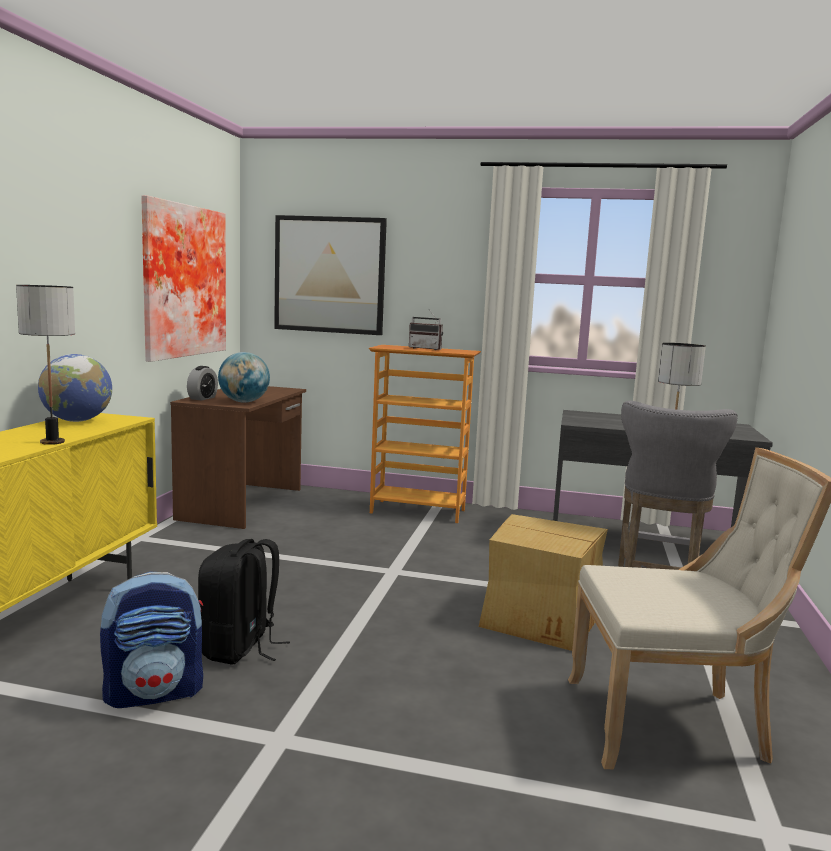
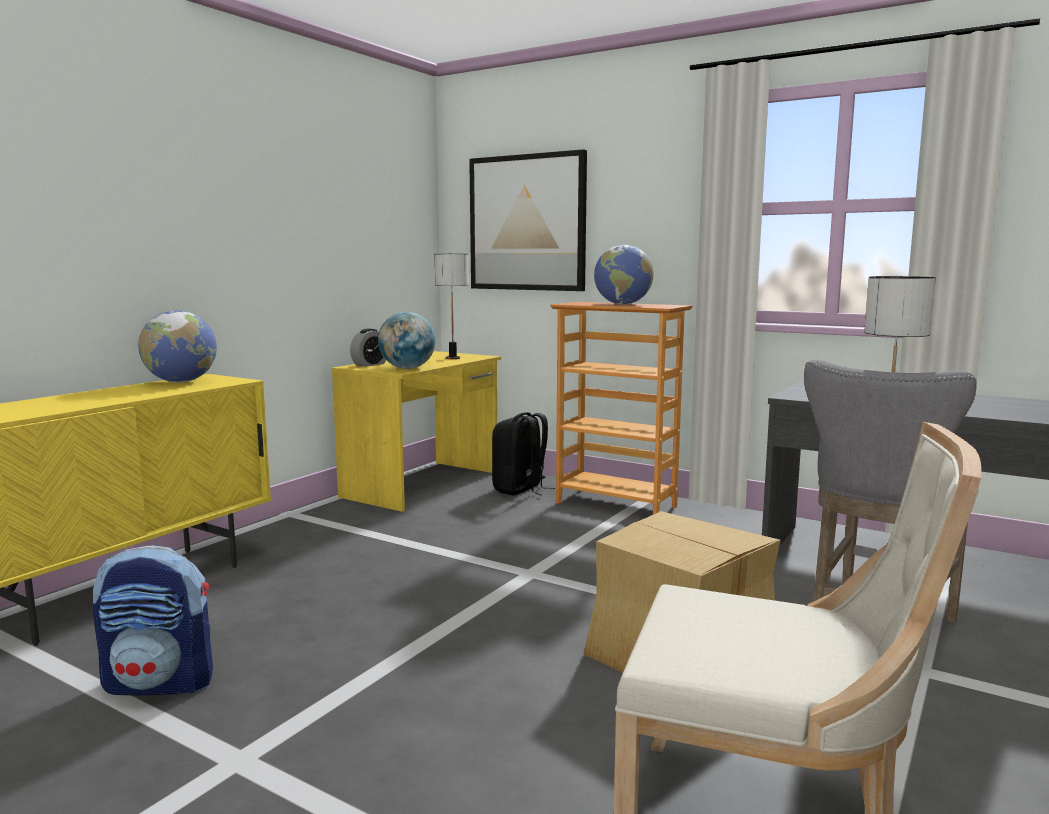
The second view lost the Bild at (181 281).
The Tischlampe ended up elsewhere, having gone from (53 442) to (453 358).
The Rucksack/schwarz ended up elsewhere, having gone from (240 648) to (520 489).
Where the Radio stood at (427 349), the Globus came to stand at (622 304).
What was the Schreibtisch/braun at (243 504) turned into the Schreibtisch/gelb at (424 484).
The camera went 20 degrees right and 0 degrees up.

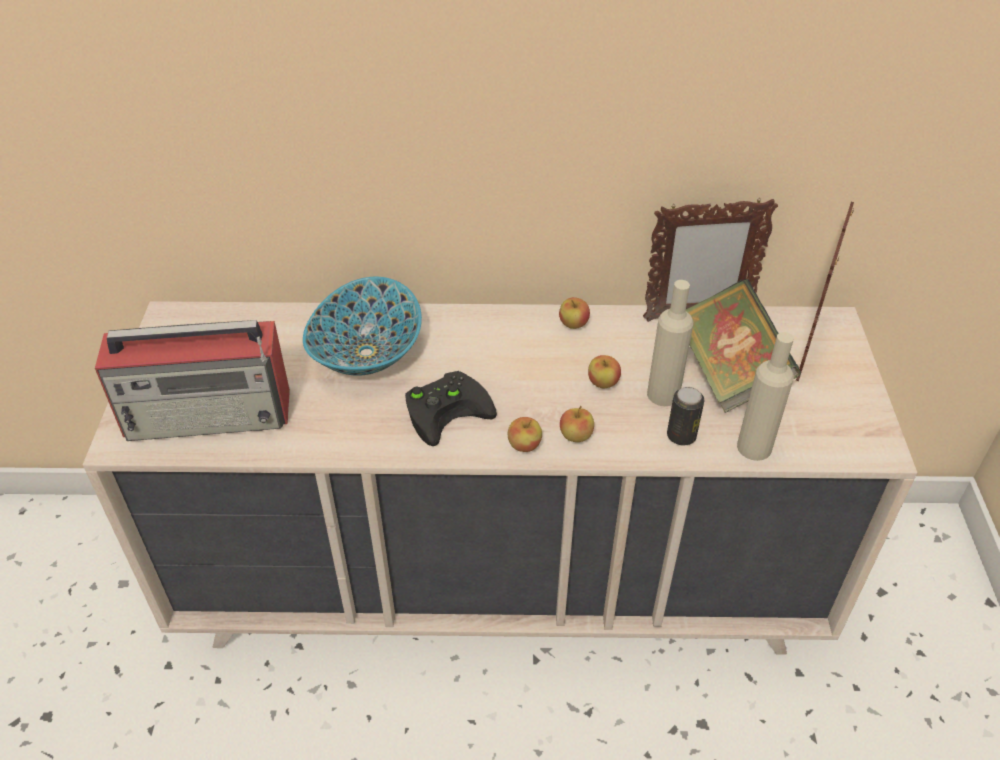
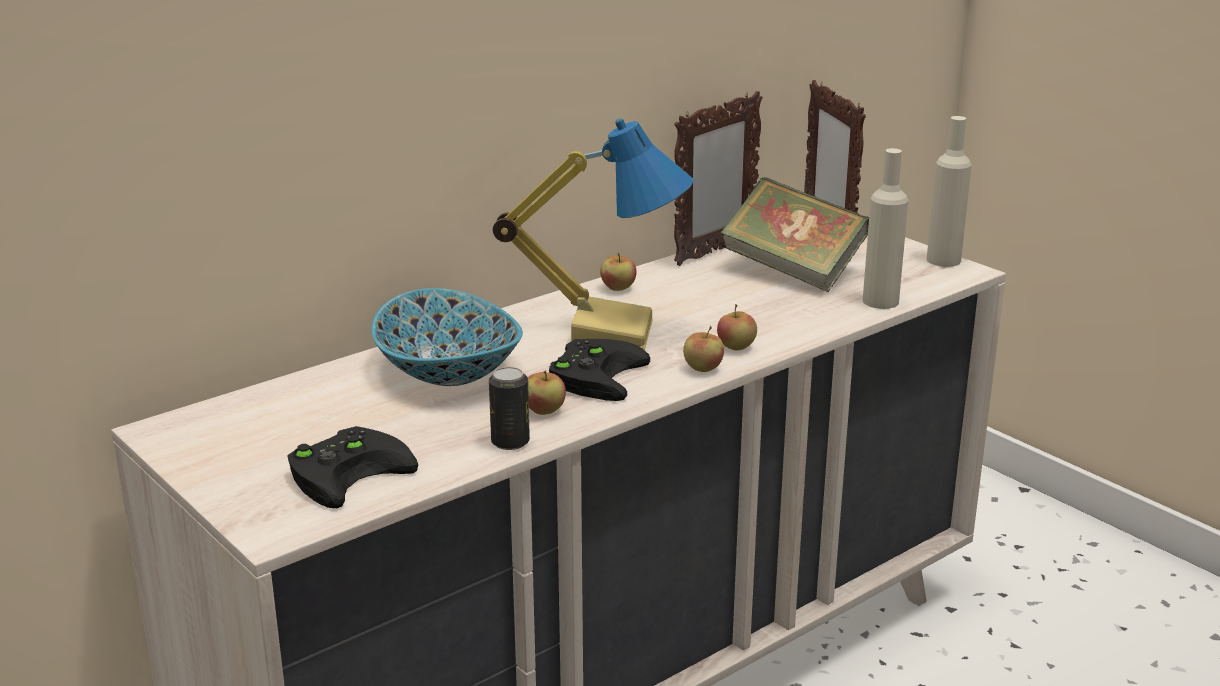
The second view gained the Tischlampe at (611 330).
The Apfel ended up elsewhere, having gone from (603 383) to (544 411).
The Flasche/beige ended up elsewhere, having gone from (663 394) to (943 260).
The Dose ended up elsewhere, having gone from (681 436) to (510 442).
Where the Radio stood at (210 414), the Gamepad/schwarz came to stand at (349 471).
The camera went 40 degrees left and 20 degrees down.

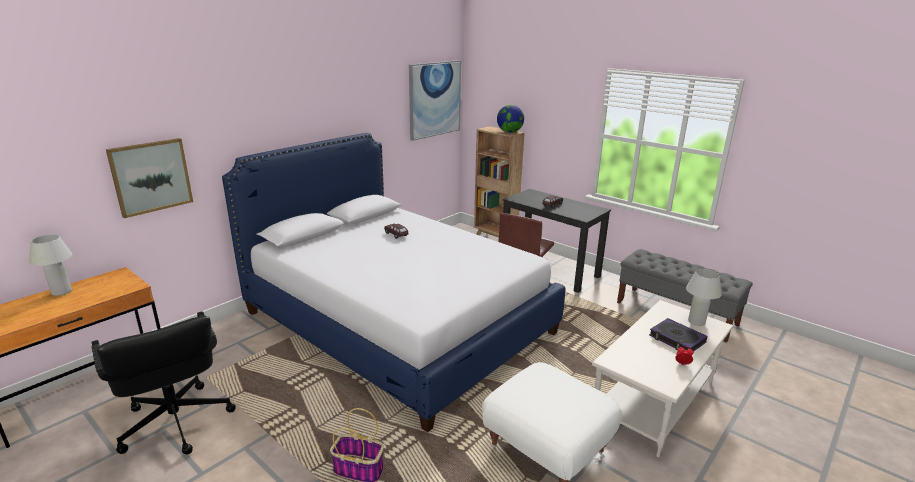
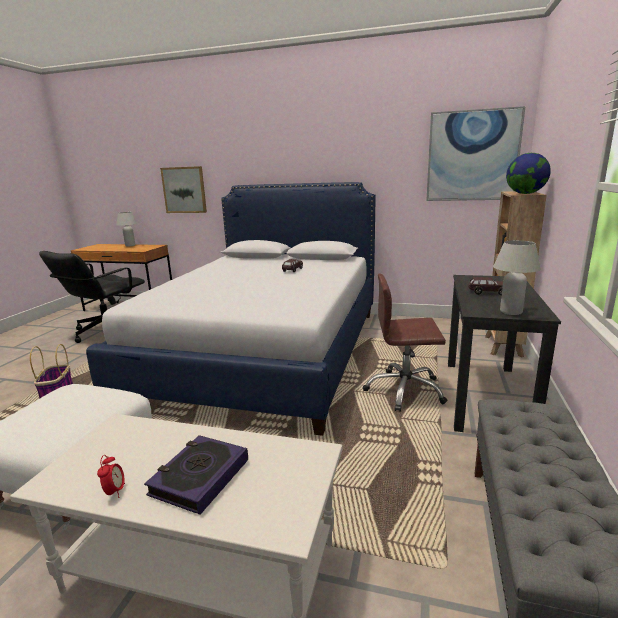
The Tischlampe/weiß ended up elsewhere, having gone from (696 322) to (511 312).
The camera went 65 degrees right and 5 degrees down.

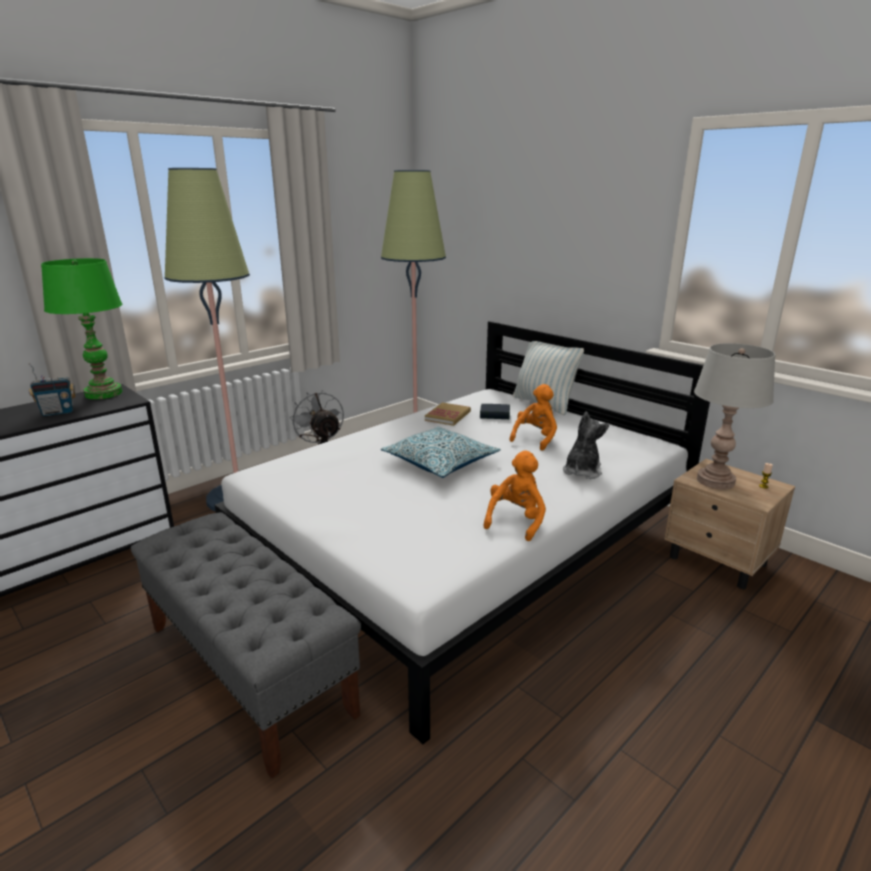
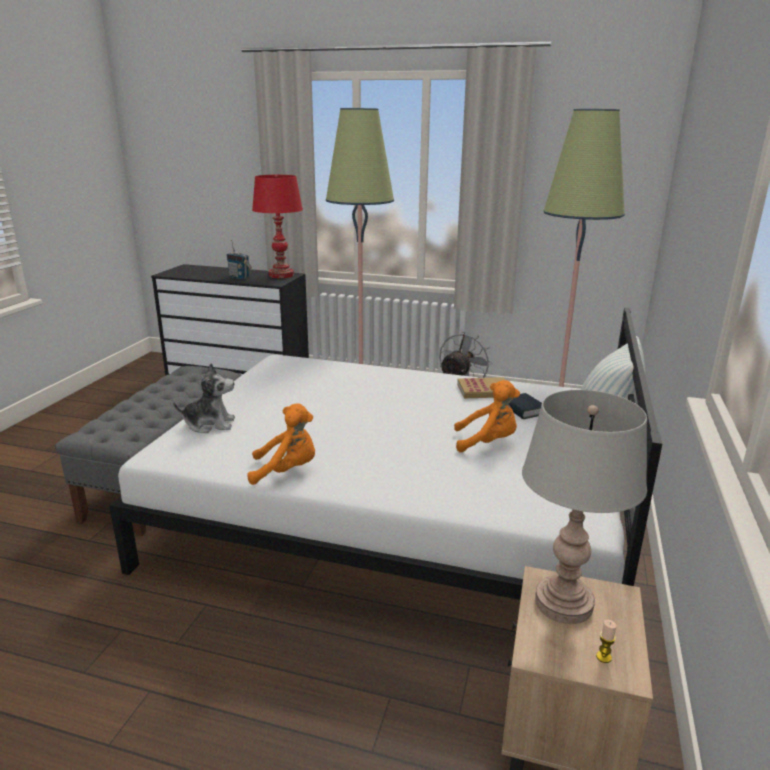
The second view lost the Kissen at (440 462).
The Plüschtier ended up elsewhere, having gone from (582 471) to (210 424).
What was the Tischlampe/grün at (103 393) turned into the Tischlampe/rot at (281 275).
The camera went 60 degrees right and 0 degrees up.

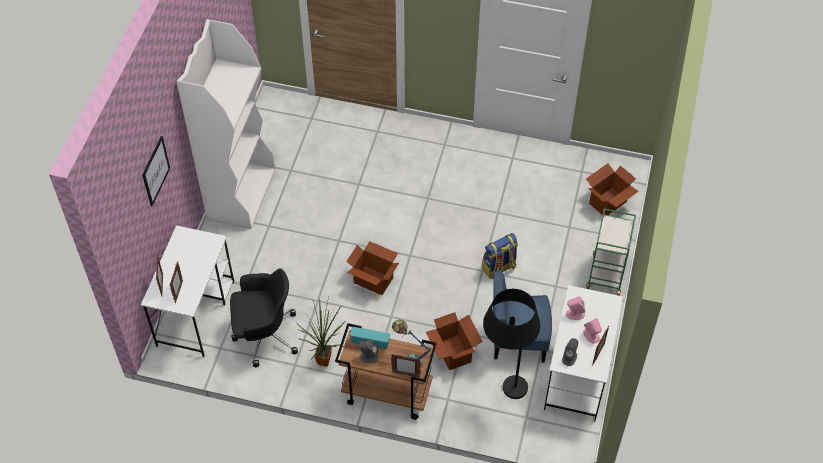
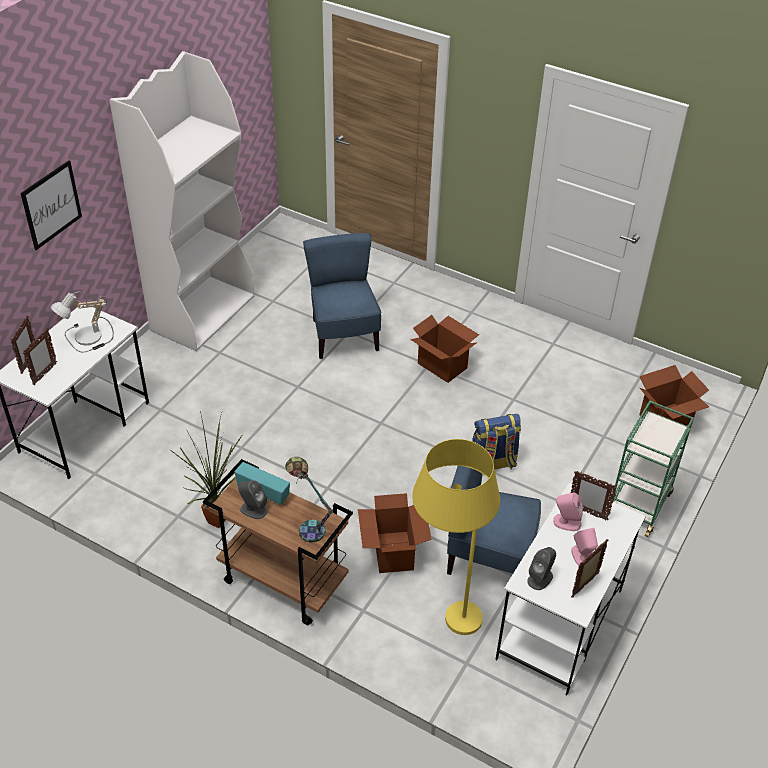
The second view lost the Bürostuhl/schwarz at (264 335).
The second view gained the Tischlampe at (87 338).
The second view gained the Stuhl/blau at (343 335).
The Karton ended up elsewhere, having gone from (373 280) to (442 365).
The Bilderrahmen ended up elsewhere, having gone from (405 374) to (587 512).
What was the Stehlampe/schwarz at (503 394) turned into the Stehlampe/gelb at (443 623).
The camera went 15 degrees right and 10 degrees down.

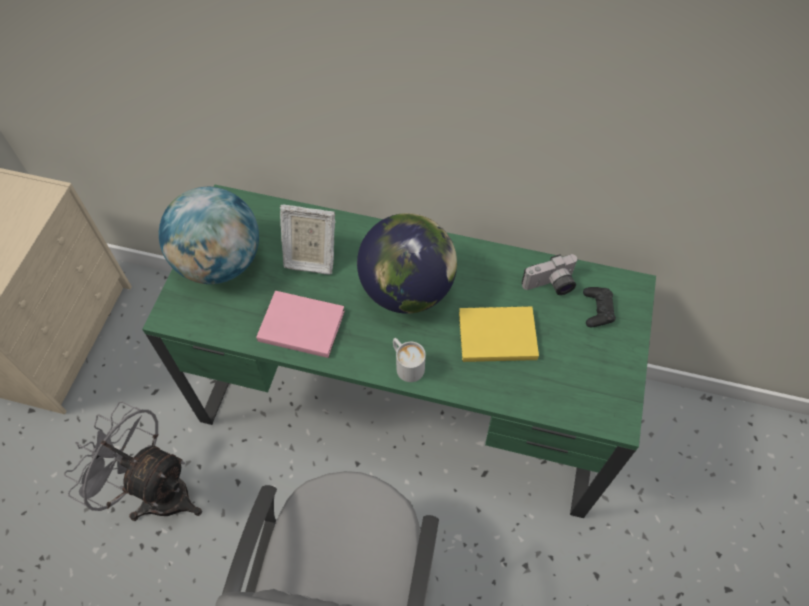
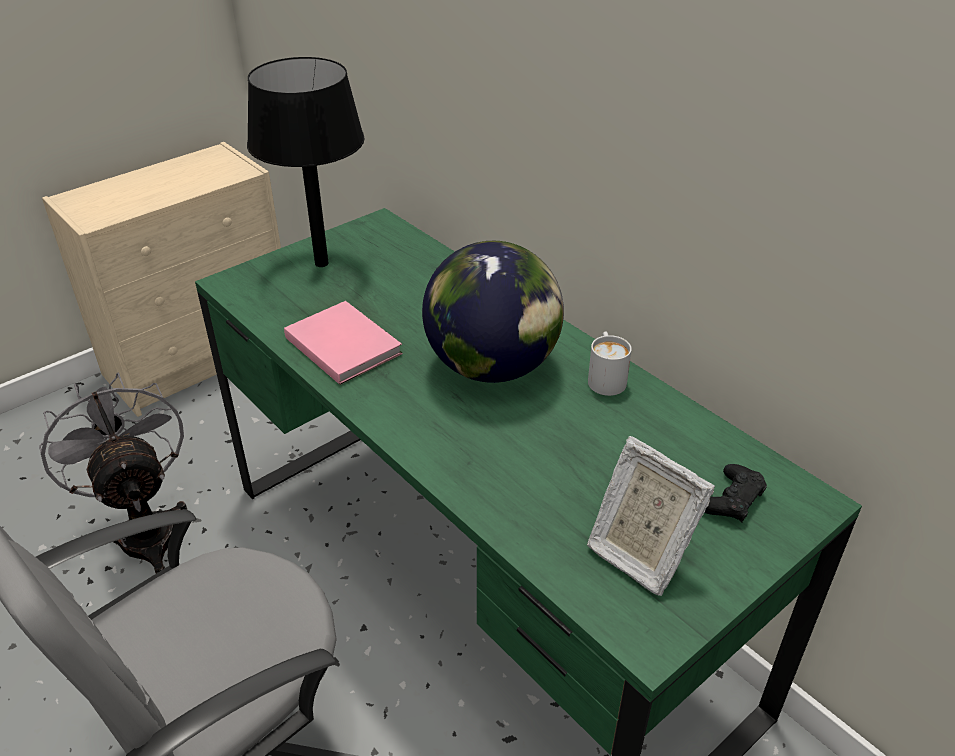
The second view lost the Buch/gelb at (495 335).
The second view lost the Kamera at (550 285).
The Bilderrahmen ended up elsewhere, having gone from (310 258) to (638 553).
The Henkelbecher/weiß ended up elsewhere, having gone from (406 364) to (605 377).
Where the Globus stood at (219 263), the Tischlampe/schwarz came to stand at (321 264).
The camera went 35 degrees right and 20 degrees down.

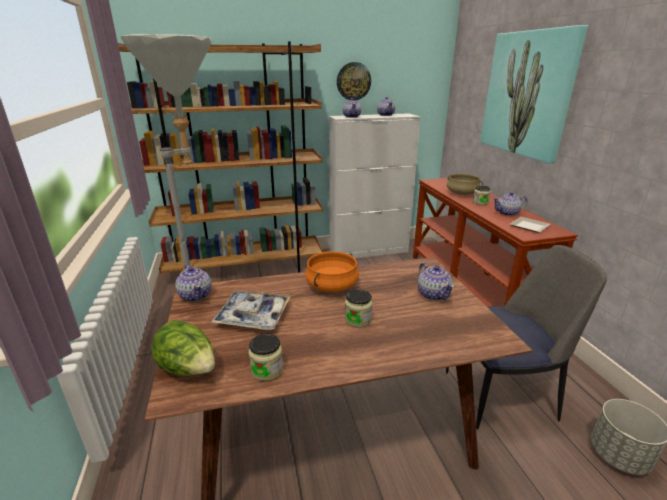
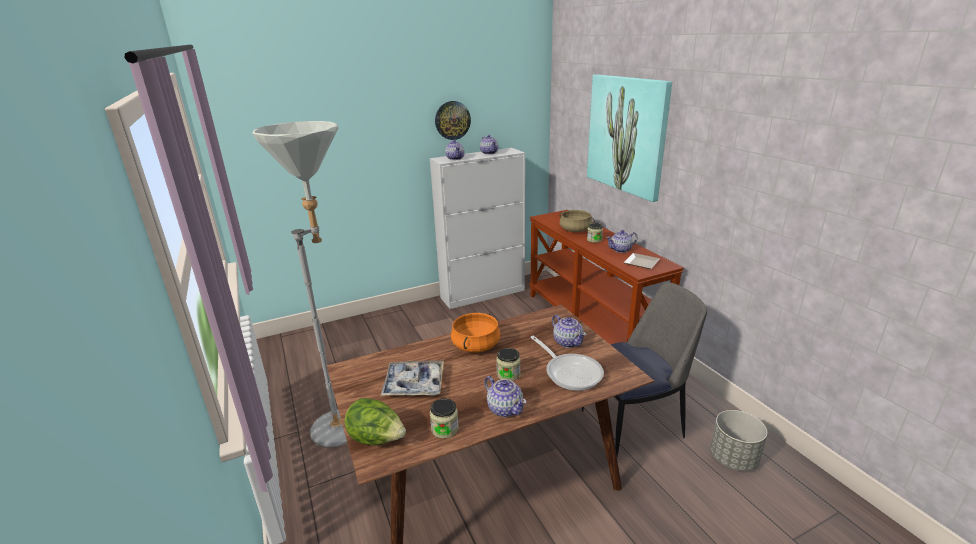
The second view lost the Bücherregal/braun at (246 268).
The second view gained the Pfanne at (570 372).
The Teekanne ended up elsewhere, having gone from (196 295) to (505 408).
The camera went 10 degrees left and 0 degrees up.

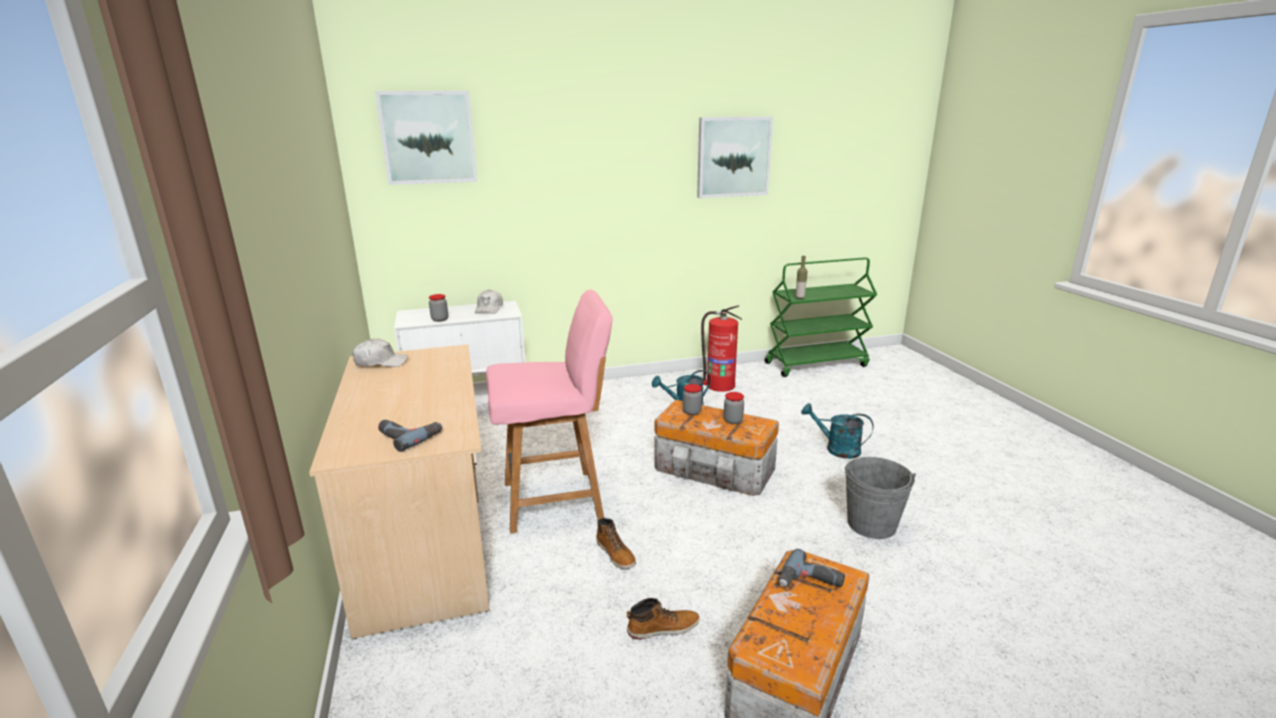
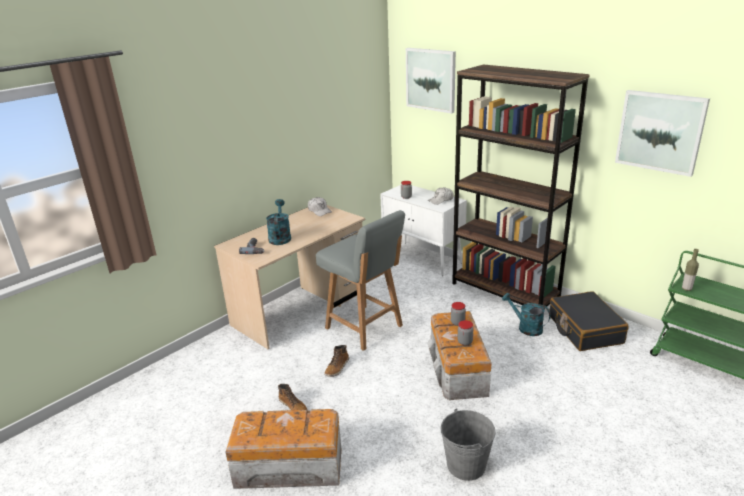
The second view lost the Bohrmaschine at (810 582).
The second view gained the Bücherregal/braun at (505 291).
The Gießkanne/türkis ended up elsewhere, having gone from (836 449) to (280 237).
Where the Feuerlöscher stood at (719 385), the Koffer/schwarz came to stand at (584 329).
What was the Stuhl/rosa at (555 500) turned into the Stuhl/grau at (365 328).
The camera went 60 degrees right and 5 degrees up.

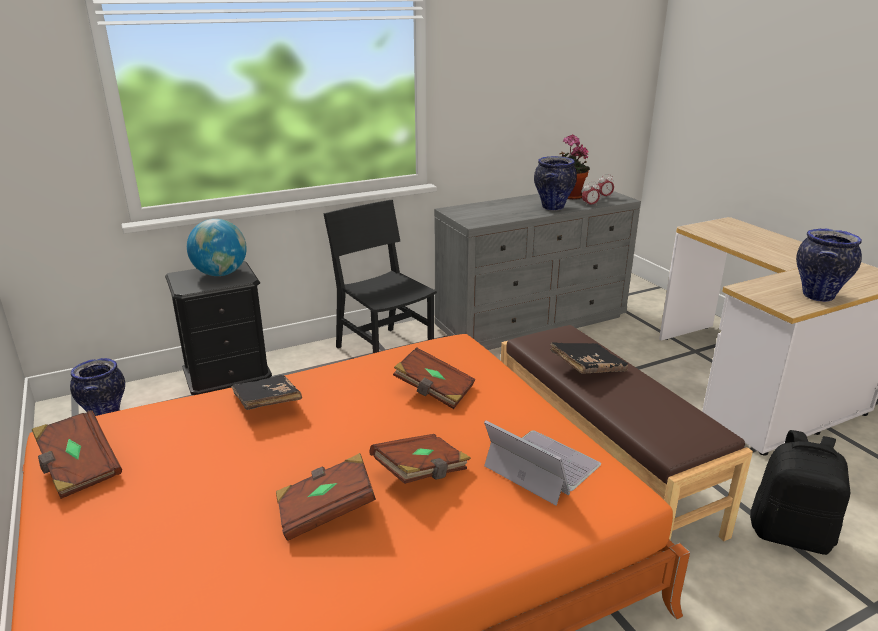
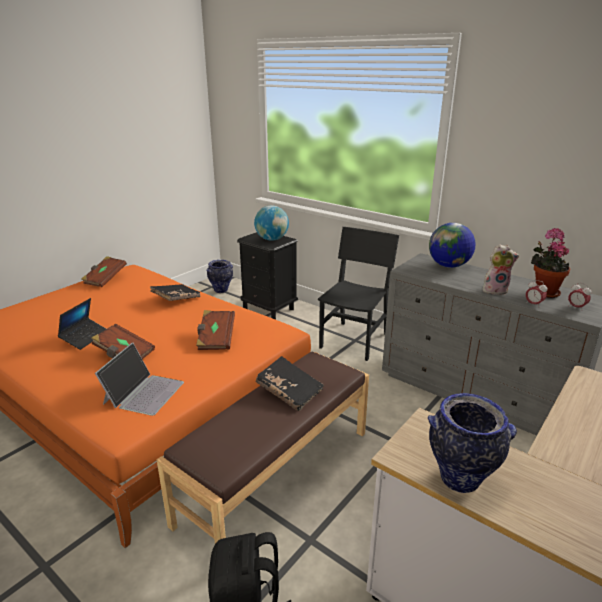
The second view gained the Globus at (449 266).
Where the Buch/braun stood at (326 511), the Laptop came to stand at (85 337).
Where the Vase stood at (553 208), the Plüschtier came to stand at (495 290).
The camera went 65 degrees right and 0 degrees up.

